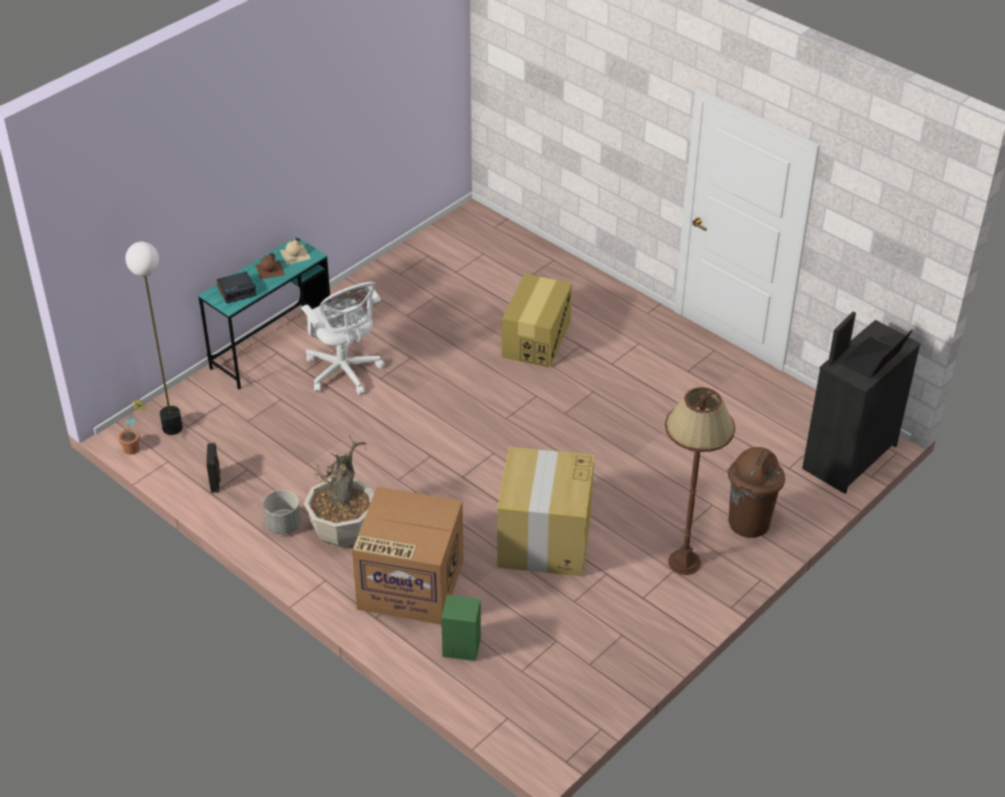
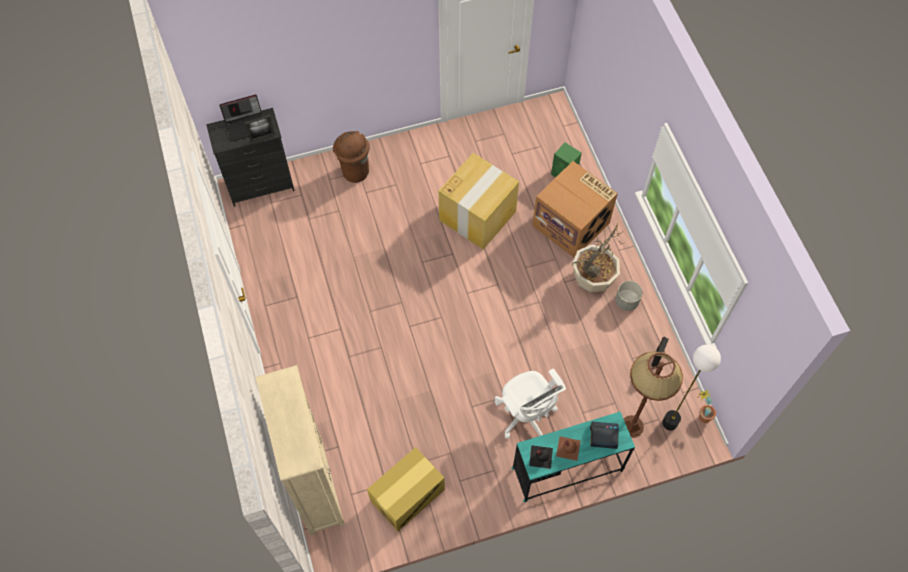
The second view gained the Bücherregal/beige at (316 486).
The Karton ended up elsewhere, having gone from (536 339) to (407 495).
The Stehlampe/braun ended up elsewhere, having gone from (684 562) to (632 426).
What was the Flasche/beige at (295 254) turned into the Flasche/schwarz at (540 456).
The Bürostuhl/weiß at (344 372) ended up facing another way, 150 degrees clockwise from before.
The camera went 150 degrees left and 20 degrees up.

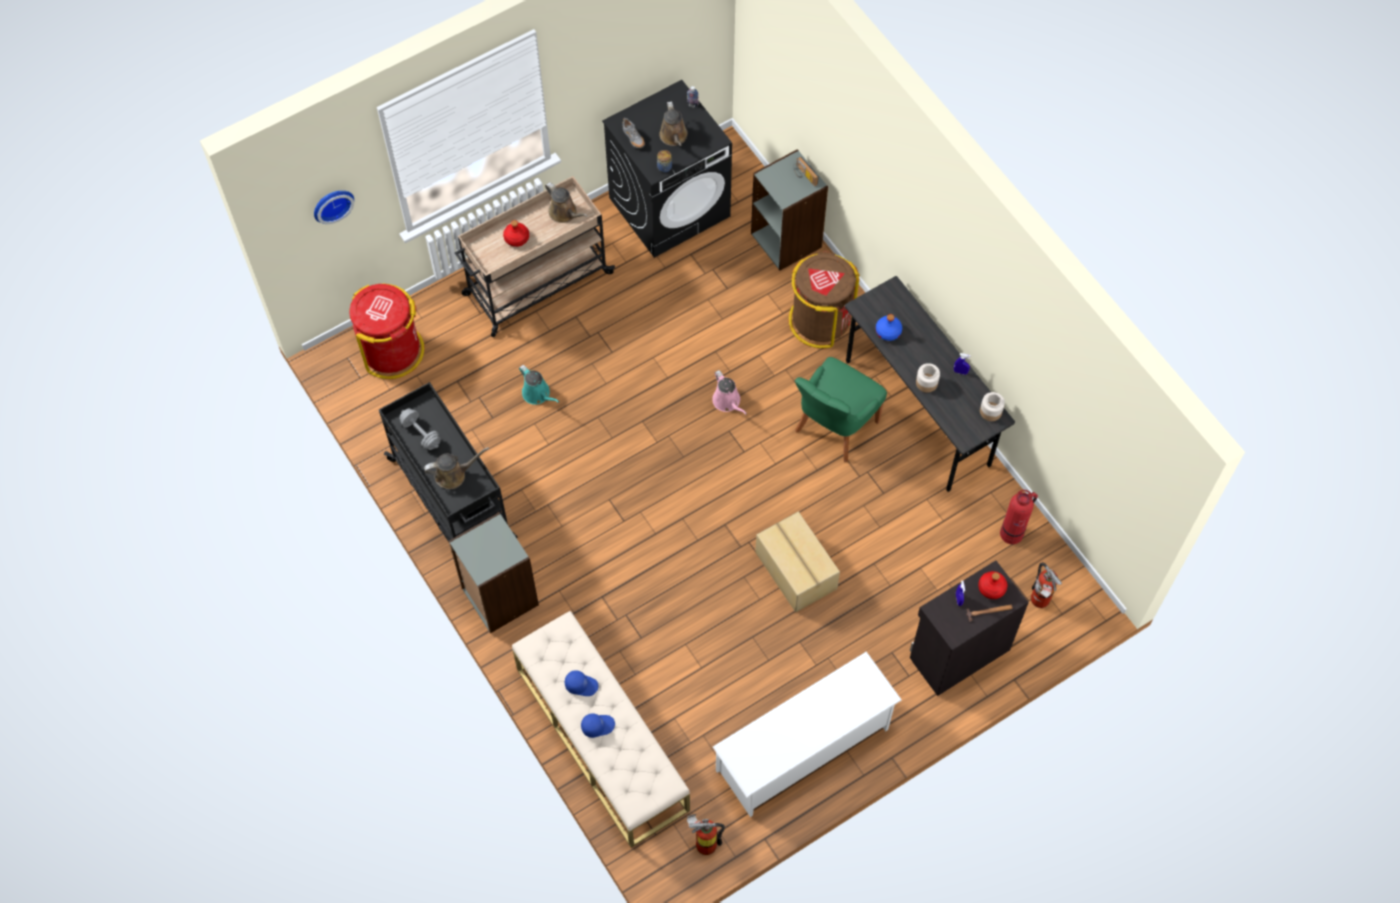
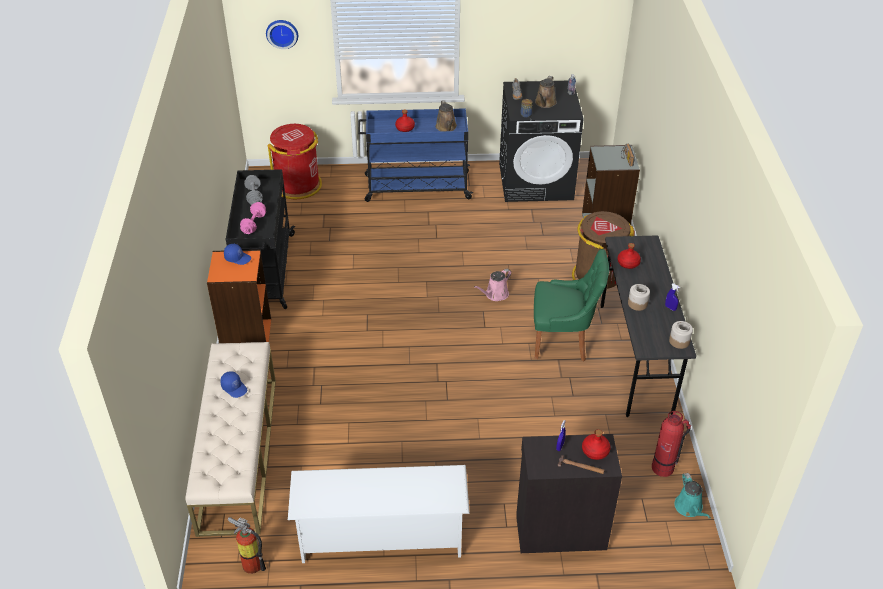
The second view lost the Karton at (795 571).
The second view lost the Feuerlöscher at (1039 602).
The Gießkanne/türkis ended up elsewhere, having gone from (538 394) to (689 508).
The Kappe/blau ended up elsewhere, having gone from (597 725) to (238 258).
Where the Gießkanne/braun stood at (453 474), the Hantel/rosa came to stand at (254 224).
What was the Bücherregal/grau at (499 597) turned into the Bücherregal/orange at (246 336).
What was the Rollwagen/beige at (536 284) turned into the Rollwagen/blau at (416 187).
What was the Flasche/blau at (888 331) turned into the Flasche/rot at (628 263).
The Gießkanne/rosa at (728 402) ended up facing another way, 45 degrees clockwise from before.
The Stuhl/grün at (834 428) ended up facing another way, 150 degrees counterclockwise from before.
The camera went 30 degrees right and 20 degrees down.

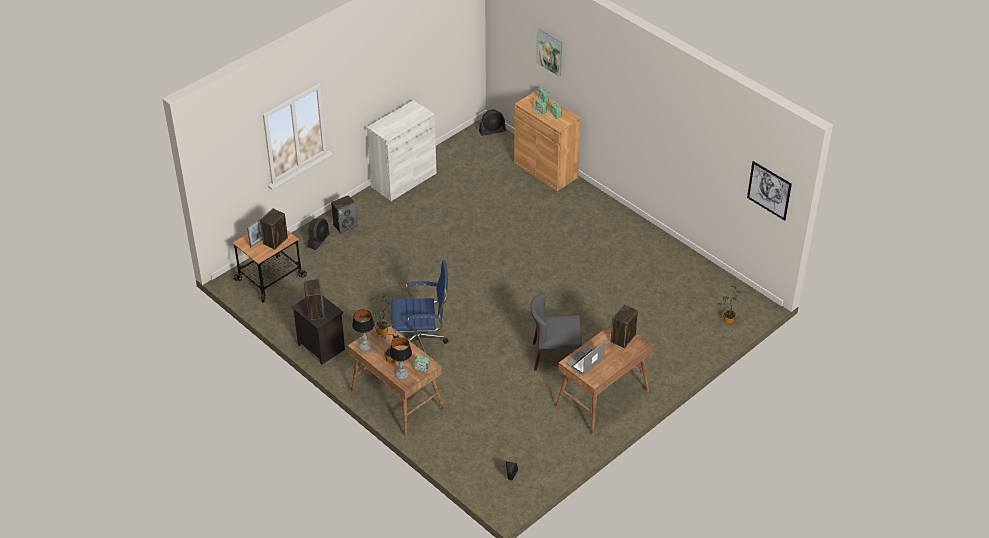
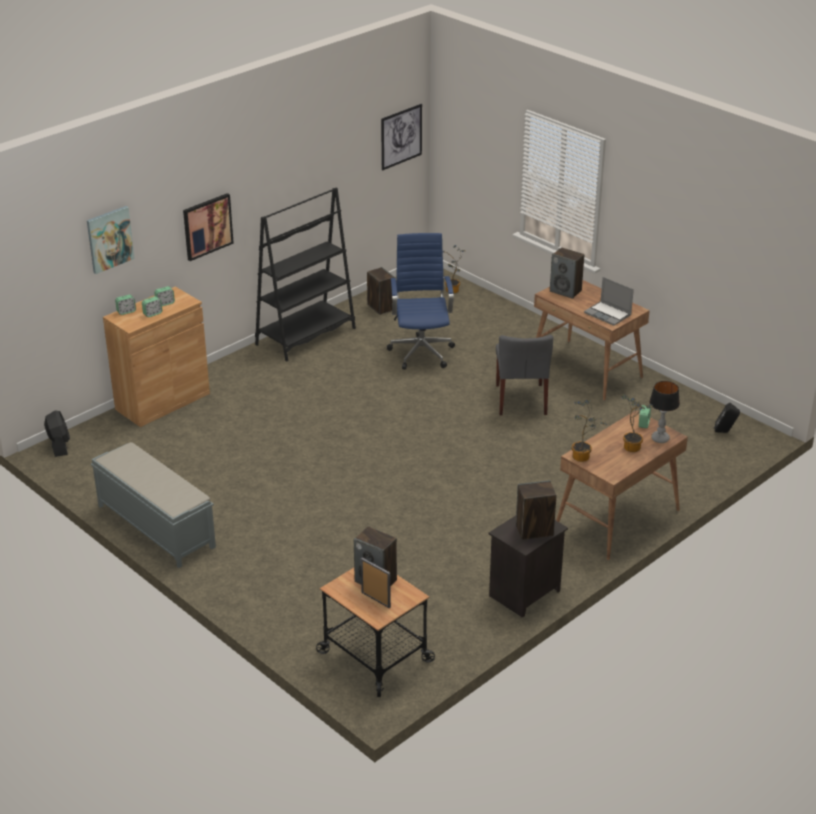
The second view lost the Ventilator/schwarz at (318 240).
The second view lost the Tischlampe at (365 347).
The second view gained the Bild at (207 226).
The second view gained the Bücherregal/schwarz at (306 336).
The Lautsprecher ended up elsewhere, having gone from (345 225) to (380 307).
The Bürostuhl/blau ended up elsewhere, having gone from (421 344) to (421 351).
Where the Schrank/weiß stood at (403 180), the Bank/grau came to stand at (155 526).
The camera went 90 degrees left and 10 degrees down.

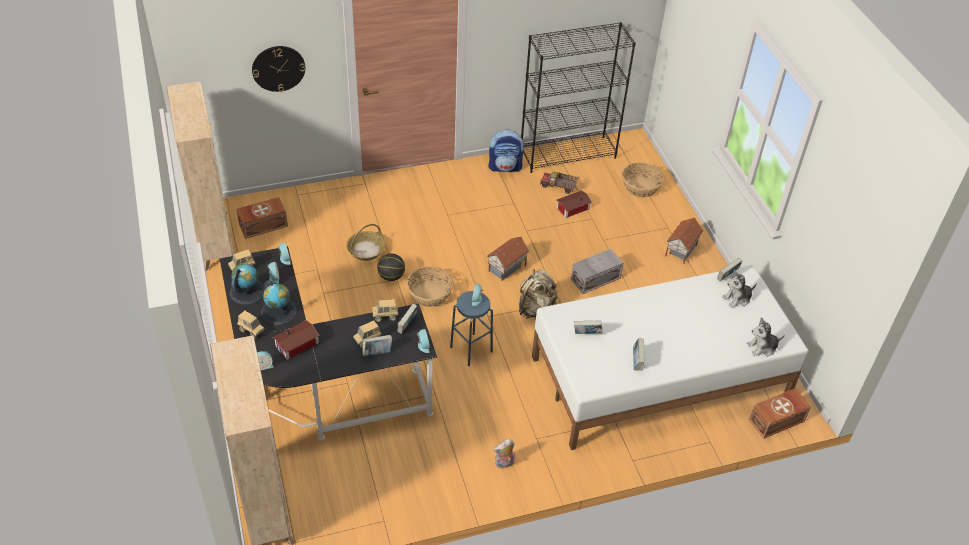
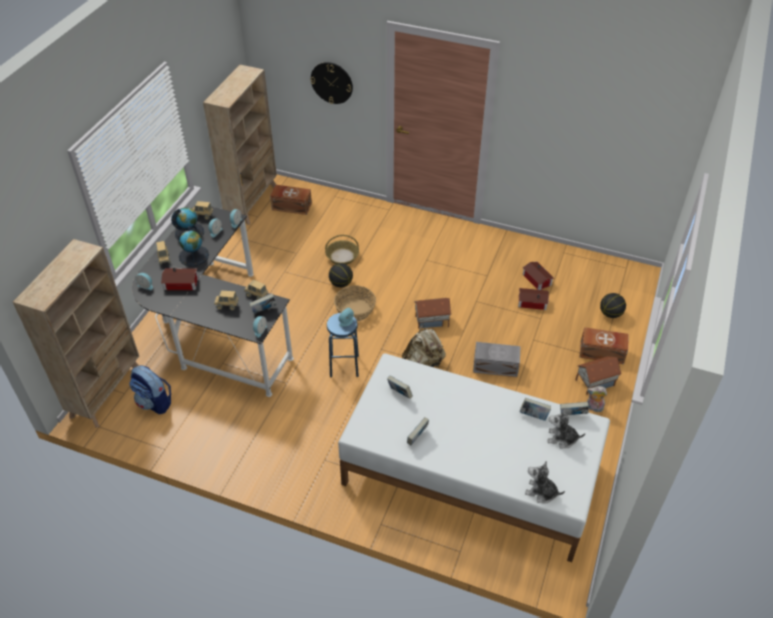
The second view lost the Bücherregal/schwarz at (568 154).
The Buch ended up elsewhere, having gone from (377 353) to (533 415).
The Rucksack ended up elsewhere, having gone from (505 167) to (155 402).
The Plüschtier ended up elsewhere, having gone from (504 464) to (593 408).
The Aufbewahrungsbox/braun ended up elsewhere, having gone from (777 421) to (602 353).
Where the Spielzeuglaster stood at (558 187), the Spielzeughaus came to stand at (536 280).
Where the Korb stood at (641 187), the Basketball came to stand at (610 314).
The camera went 40 degrees right and 0 degrees up.

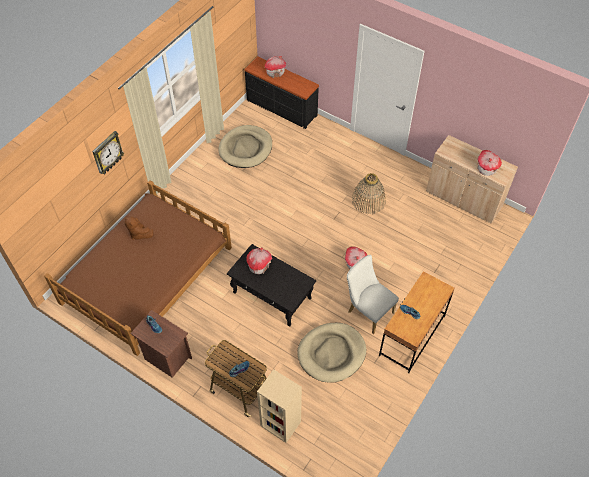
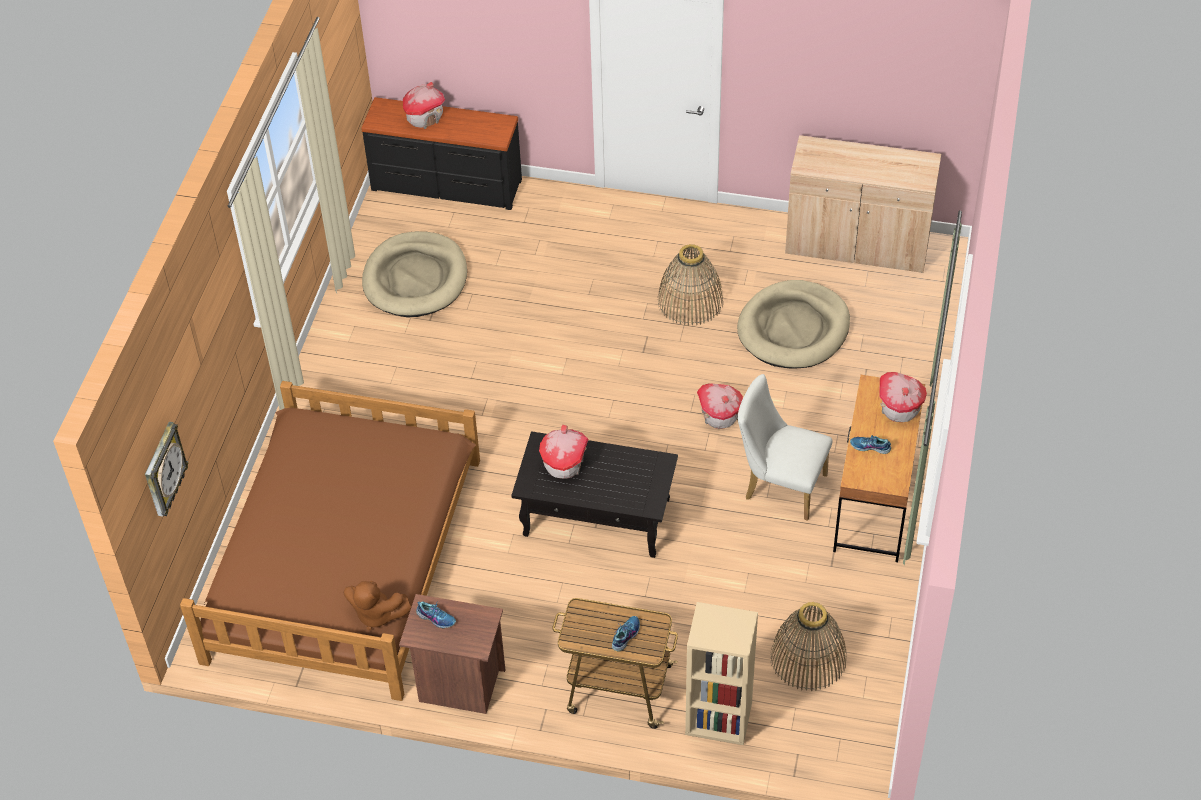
The second view gained the Korb at (808 658).
The Wanduhr ended up elsewhere, having gone from (107 153) to (163 471).
The Plüschtier/braun ended up elsewhere, having gone from (139 233) to (376 614).
The Hundebett/beige ended up elsewhere, having gone from (331 353) to (793 329).
The Spielzeughaus ended up elsewhere, having gone from (486 169) to (899 408).
The camera went 20 degrees left and 5 degrees down.

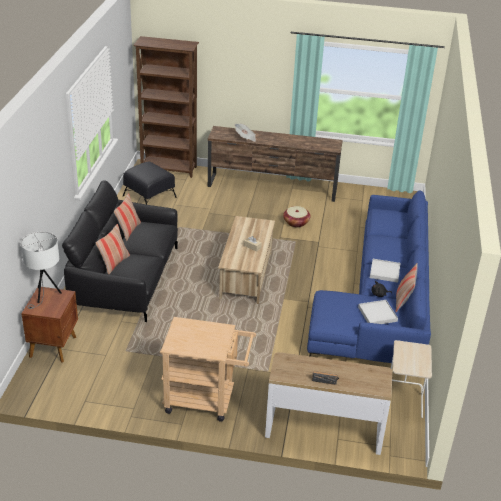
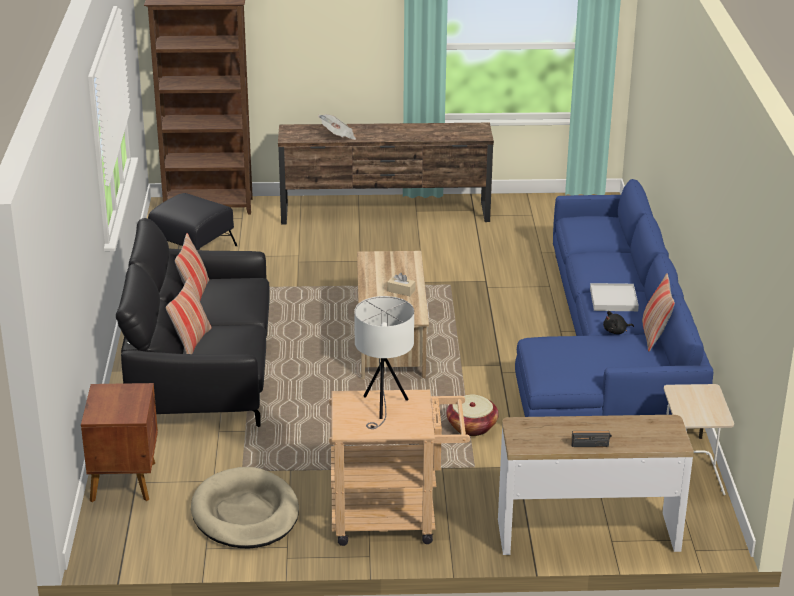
The second view lost the Tablett/weiß at (377 314).
The second view gained the Hundebett/beige at (245 513).
The Tischlampe/weiß ended up elsewhere, having gone from (44 296) to (383 407).
The Korb ended up elsewhere, having gone from (296 222) to (472 426).
The camera went 10 degrees left and 5 degrees down.

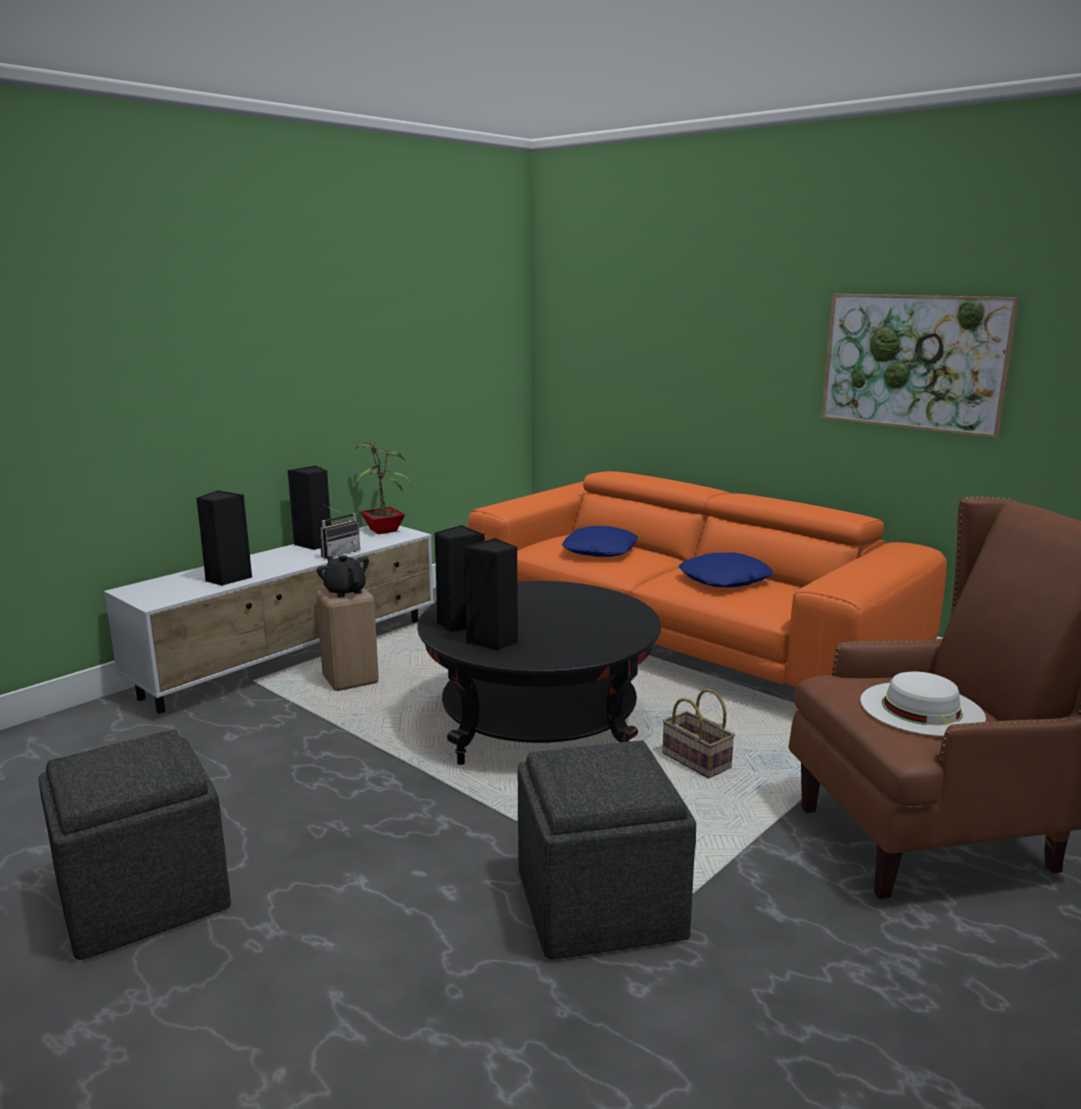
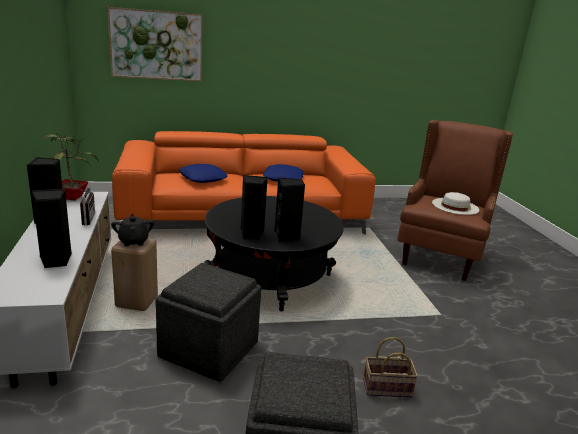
The Polsterhocker/grau ended up elsewhere, having gone from (601 904) to (210 349).
The Korb ended up elsewhere, having gone from (694 761) to (386 388).
The Bild ended up elsewhere, having gone from (914 362) to (156 45).
The Teekanne/schwarz at (345 591) ended up facing another way, 75 degrees clockwise from before.
The camera went 55 degrees left and 5 degrees up.

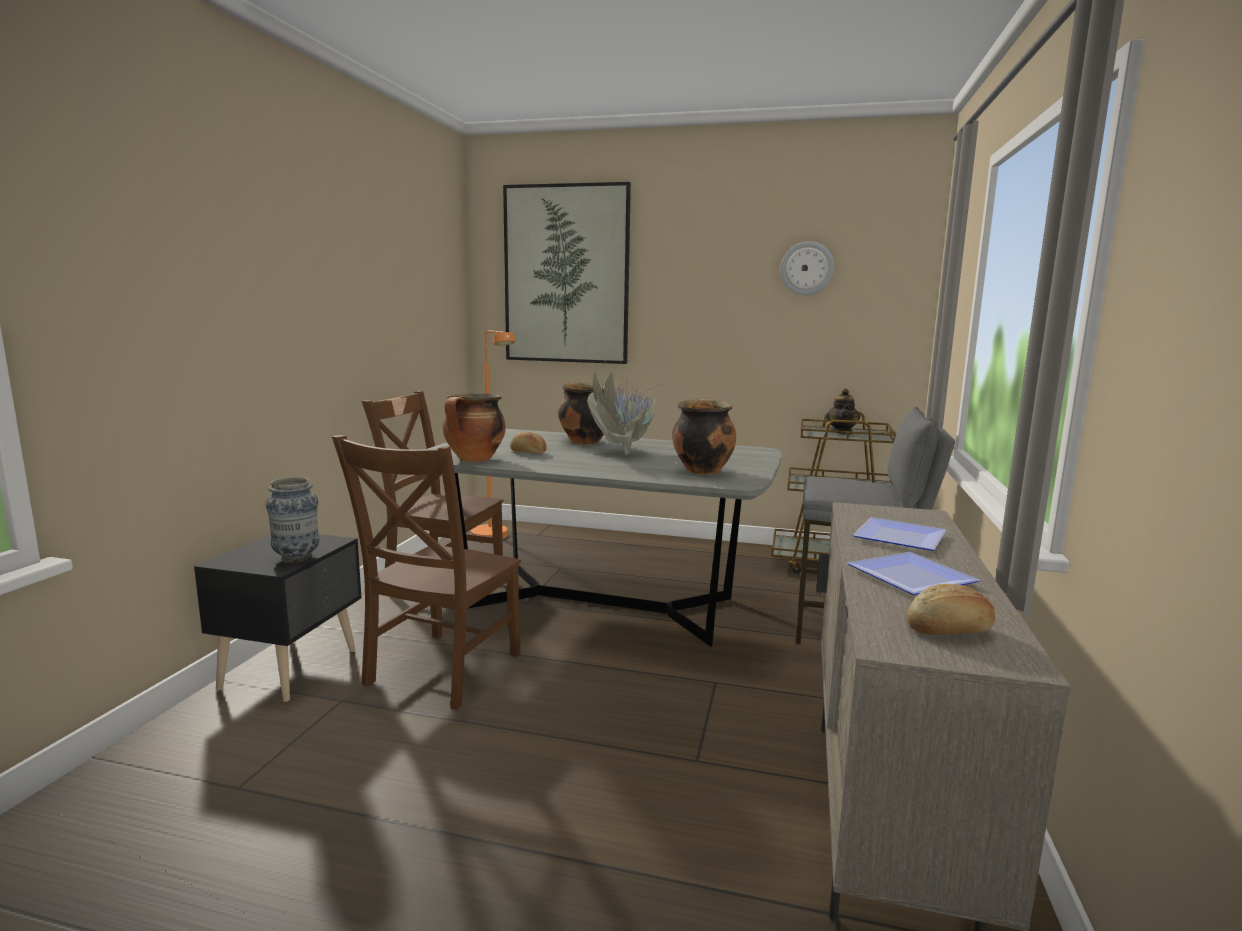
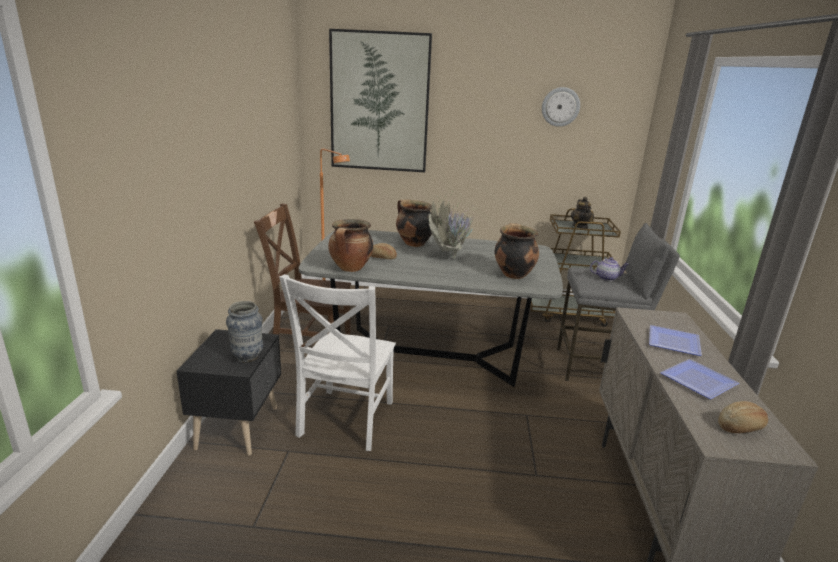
The second view gained the Teekanne at (607 278).
What was the Stuhl/braun at (440 671) turned into the Stuhl/weiß at (344 421).
The camera went 10 degrees left and 10 degrees up.

